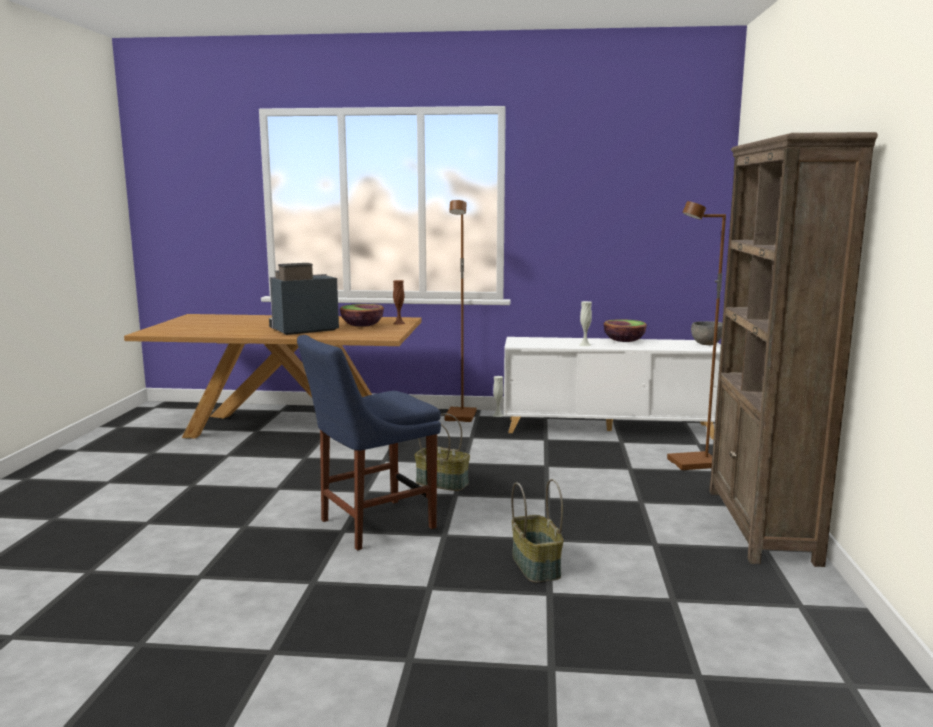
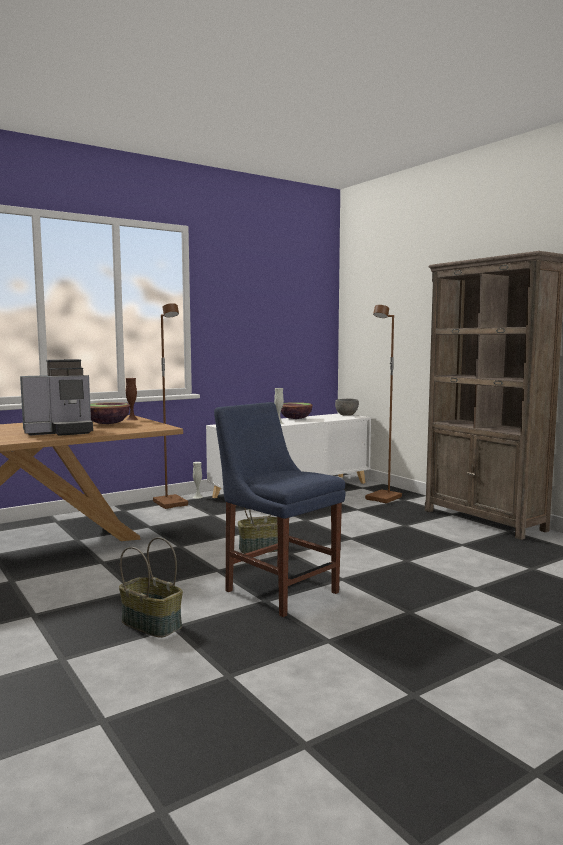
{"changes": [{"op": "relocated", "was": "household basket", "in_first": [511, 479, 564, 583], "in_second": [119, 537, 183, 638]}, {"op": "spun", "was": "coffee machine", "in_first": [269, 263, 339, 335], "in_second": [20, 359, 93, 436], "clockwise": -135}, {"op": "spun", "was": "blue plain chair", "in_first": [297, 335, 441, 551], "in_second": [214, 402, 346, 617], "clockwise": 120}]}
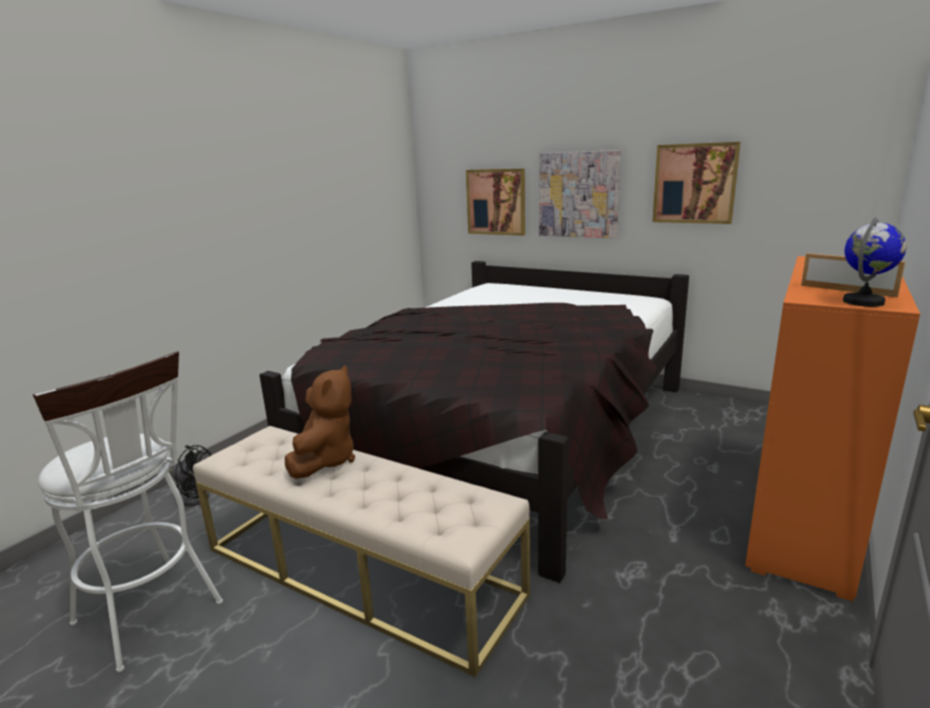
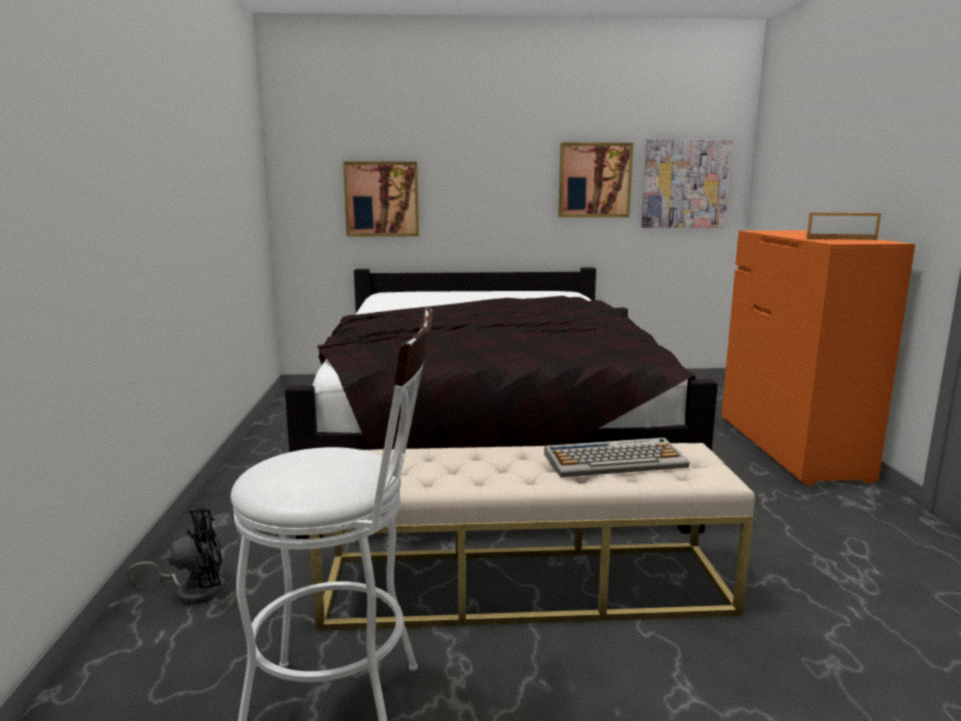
{"changes": [{"op": "missing", "was": "brownish cuddly toy", "in_first": [285, 365, 355, 479]}, {"op": "missing", "was": "globe", "in_first": [843, 217, 907, 307]}, {"op": "appeared", "now": "computer keyboard", "in_second": [544, 438, 689, 477]}, {"op": "relocated", "was": "picture", "in_first": [539, 150, 621, 238], "in_second": [641, 139, 733, 228]}]}
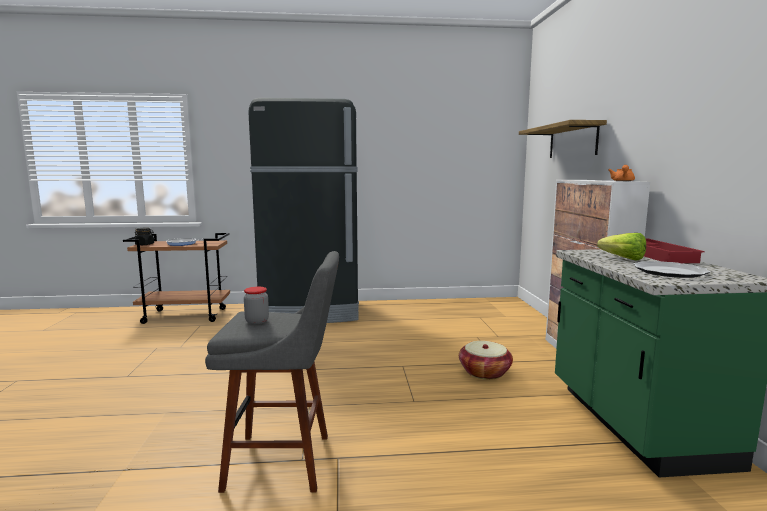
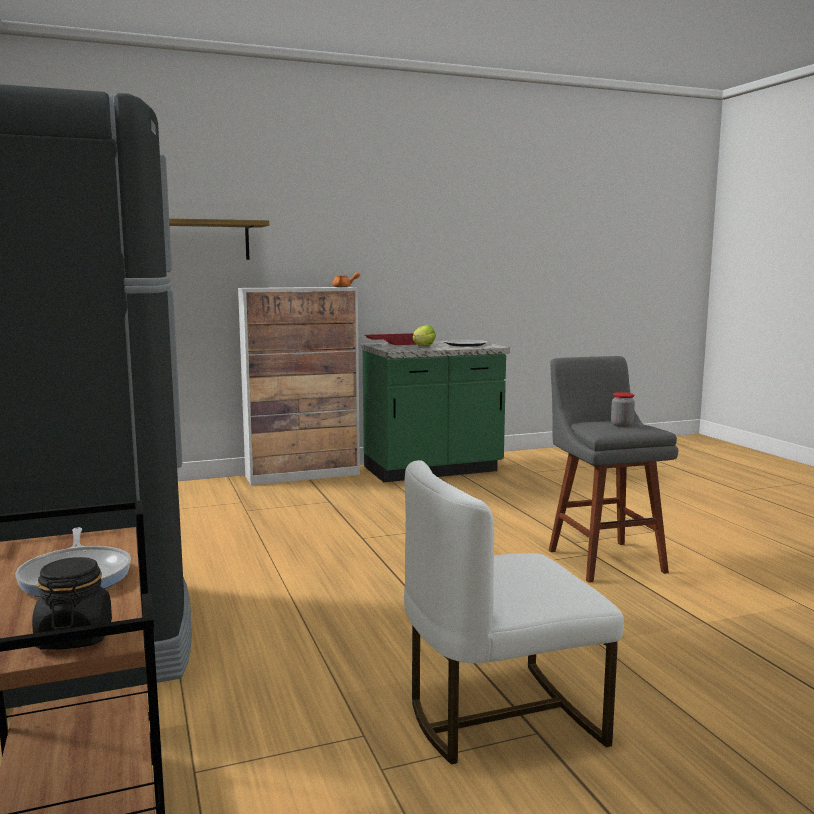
{"changes": [{"op": "missing", "was": "household basket", "in_first": [459, 341, 513, 380]}, {"op": "appeared", "now": "whitish plain chair", "in_second": [404, 460, 624, 764]}]}
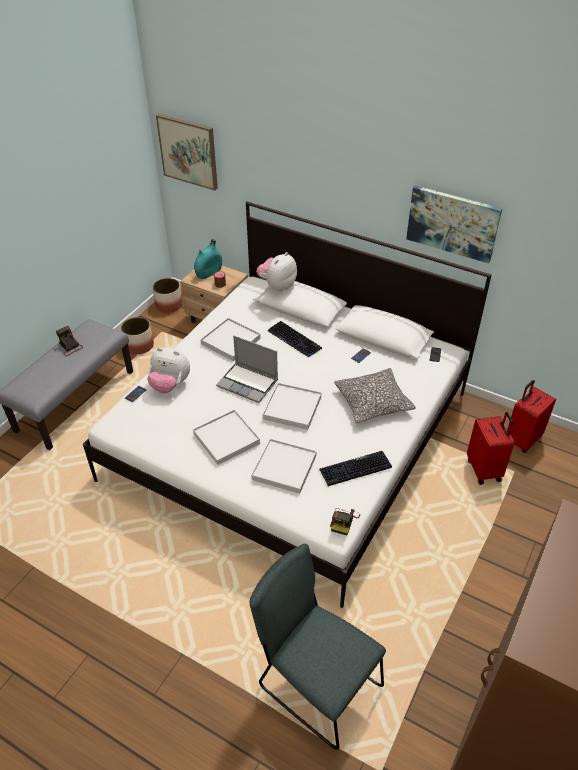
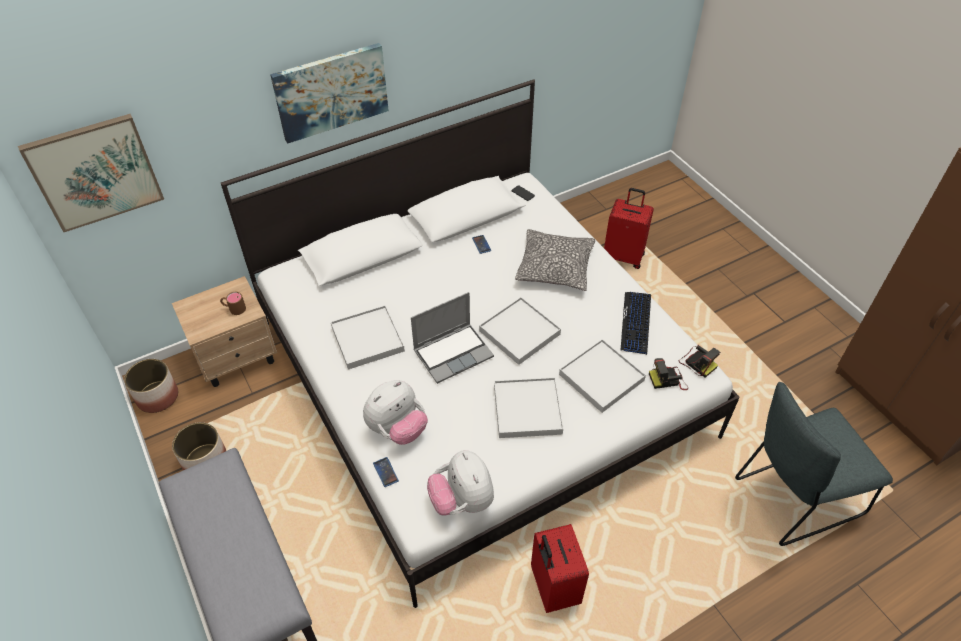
{"changes": [{"op": "missing", "was": "blue-green decorative vase", "in_first": [194, 239, 222, 279]}, {"op": "missing", "was": "computer keyboard", "in_first": [267, 321, 322, 357]}, {"op": "relocated", "was": "still camera", "in_first": [56, 326, 83, 357], "in_second": [649, 358, 688, 390]}, {"op": "relocated", "was": "cuddly toy", "in_first": [256, 252, 297, 292], "in_second": [427, 450, 494, 516]}, {"op": "relocated", "was": "picture", "in_first": [406, 186, 502, 264], "in_second": [270, 43, 389, 144]}, {"op": "relocated", "was": "red piece of luggage", "in_first": [507, 380, 556, 453], "in_second": [531, 524, 589, 613]}]}
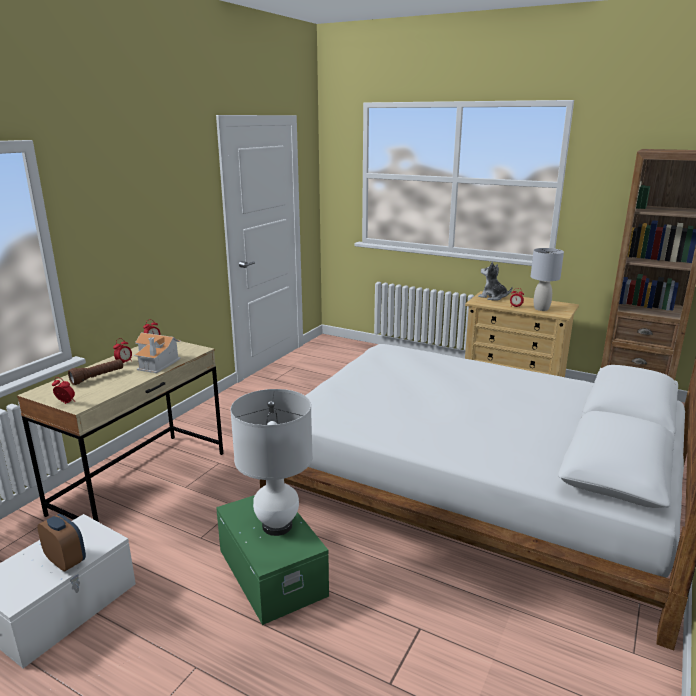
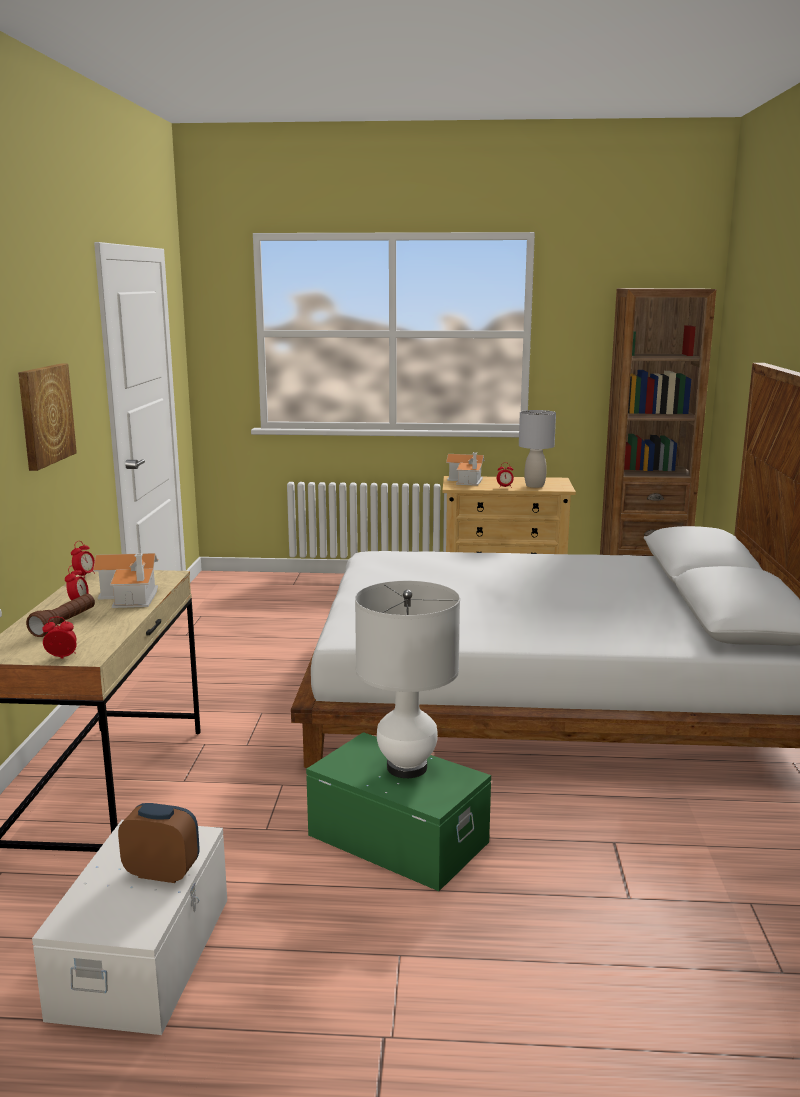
{"changes": [{"op": "appeared", "now": "picture", "in_second": [18, 364, 77, 471]}, {"op": "exchanged", "was": "cuddly toy", "now": "toy house", "in_first": [478, 262, 512, 301], "in_second": [446, 452, 485, 486]}]}
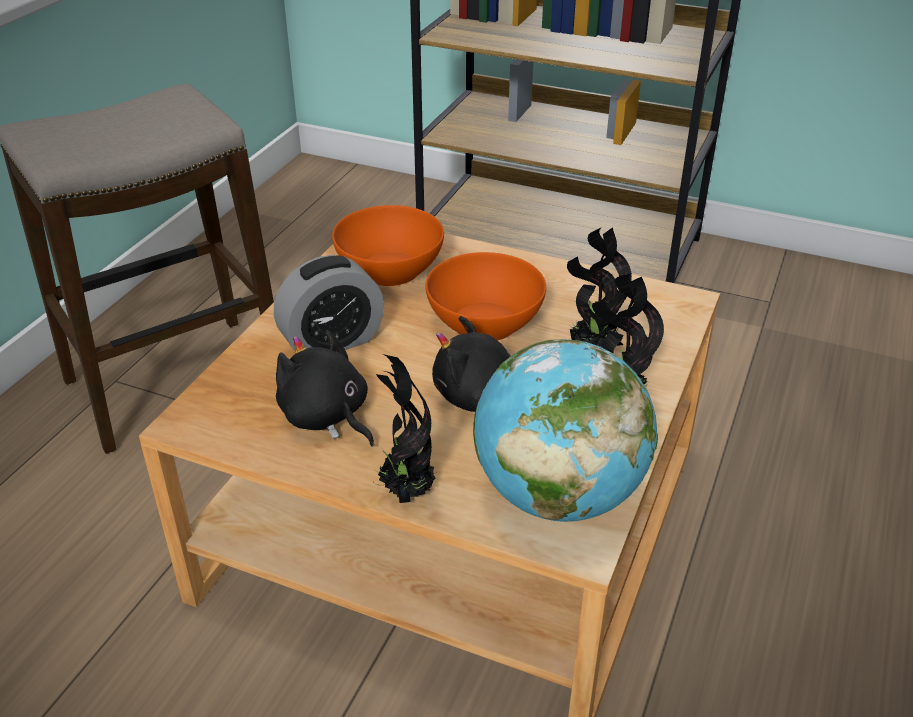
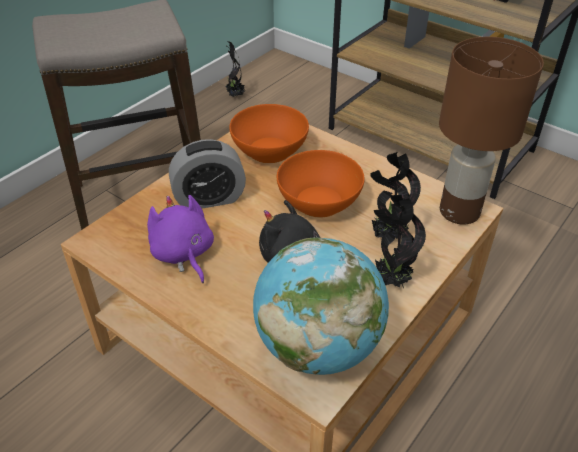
{"changes": [{"op": "appeared", "now": "brownish table lamp", "in_second": [439, 37, 544, 225]}, {"op": "relocated", "was": "houseplant", "in_first": [375, 354, 436, 503], "in_second": [225, 41, 245, 97]}, {"op": "colour", "was": "black-coloured cuddly toy", "now": "purple-coloured cuddly toy", "in_first": [276, 330, 374, 447], "in_second": [147, 195, 214, 283]}]}
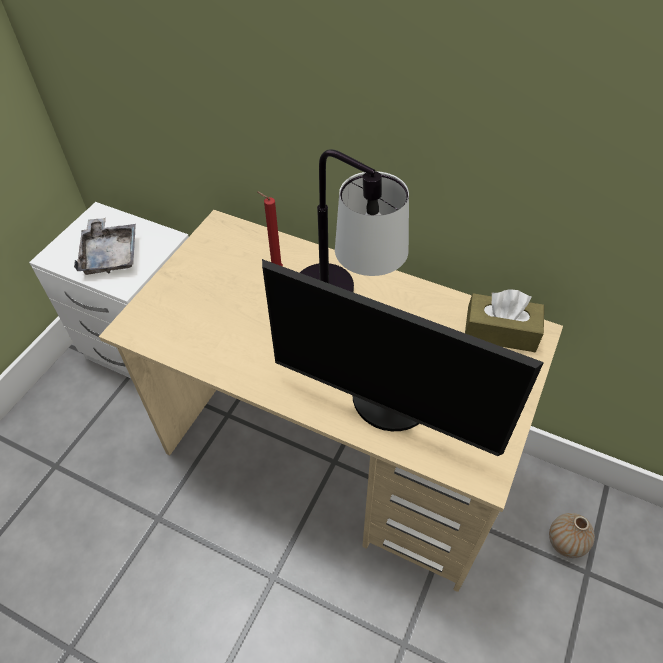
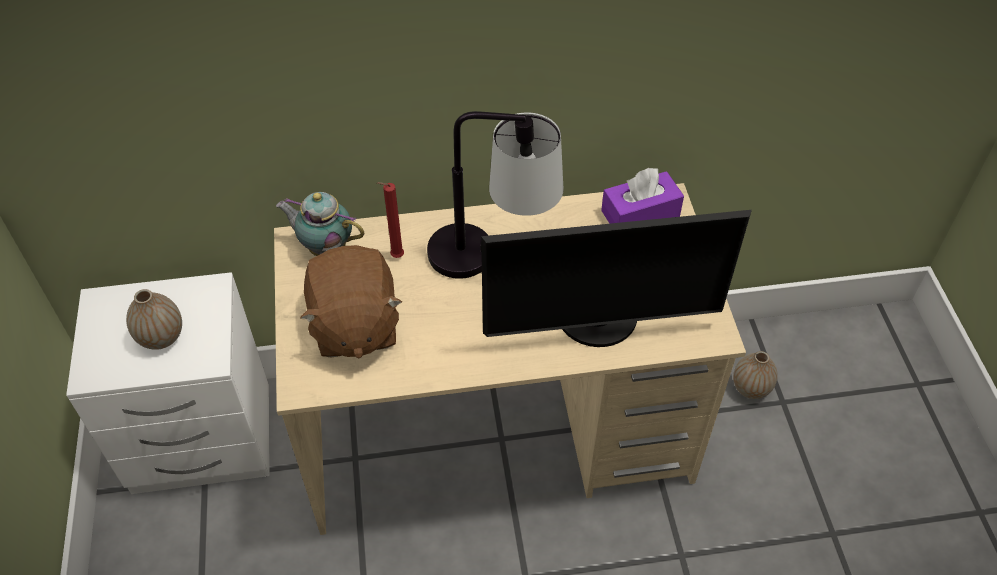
{"changes": [{"op": "appeared", "now": "pot for tea", "in_second": [276, 192, 364, 256]}, {"op": "appeared", "now": "brownish cuddly toy", "in_second": [300, 245, 402, 359]}, {"op": "exchanged", "was": "gray tray", "now": "decorative vase", "in_first": [74, 218, 136, 275], "in_second": [126, 289, 182, 350]}, {"op": "colour", "was": "brownish tissue box", "now": "purple-coloured tissue box", "in_first": [465, 289, 544, 352], "in_second": [601, 168, 684, 224]}]}
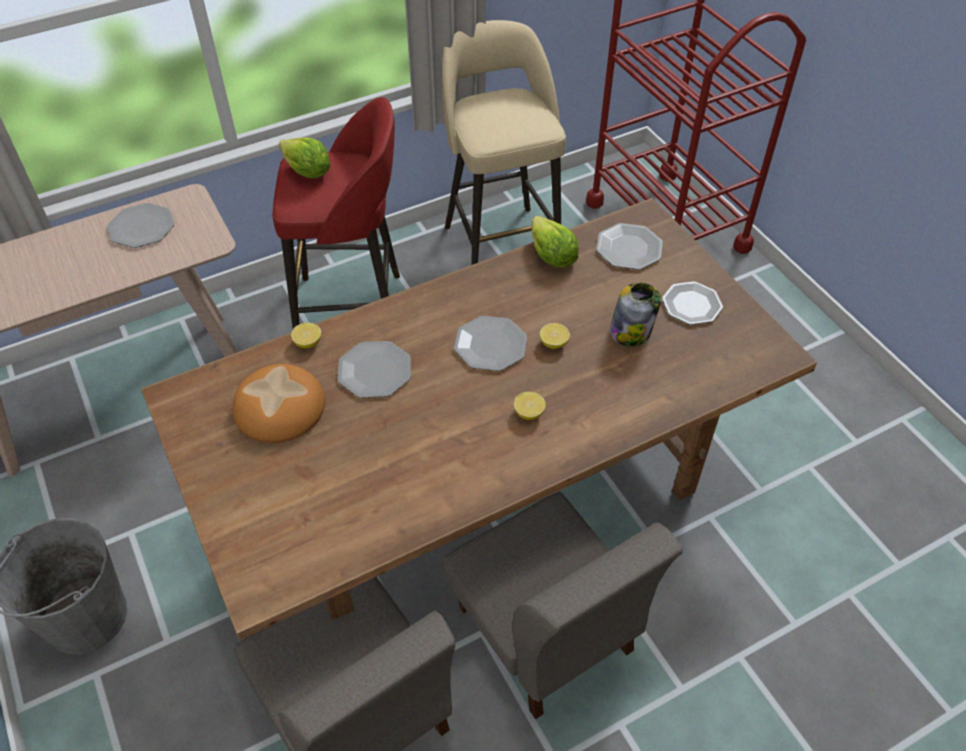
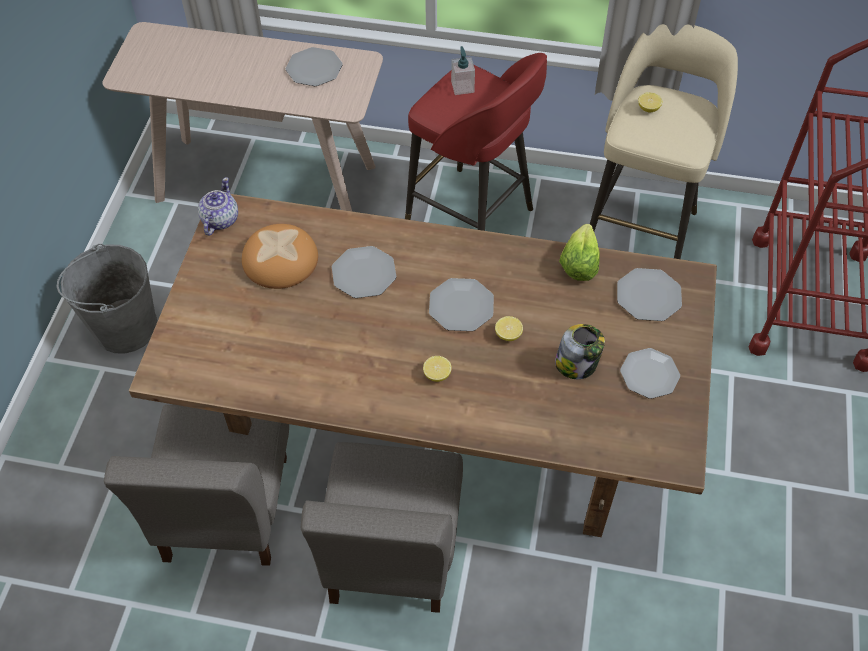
{"changes": [{"op": "appeared", "now": "pot for tea", "in_second": [198, 177, 238, 236]}, {"op": "relocated", "was": "lemon", "in_first": [291, 323, 321, 348], "in_second": [638, 92, 662, 112]}, {"op": "exchanged", "was": "lettuce", "now": "liquid soap bottle", "in_first": [279, 137, 331, 178], "in_second": [451, 46, 475, 95]}]}
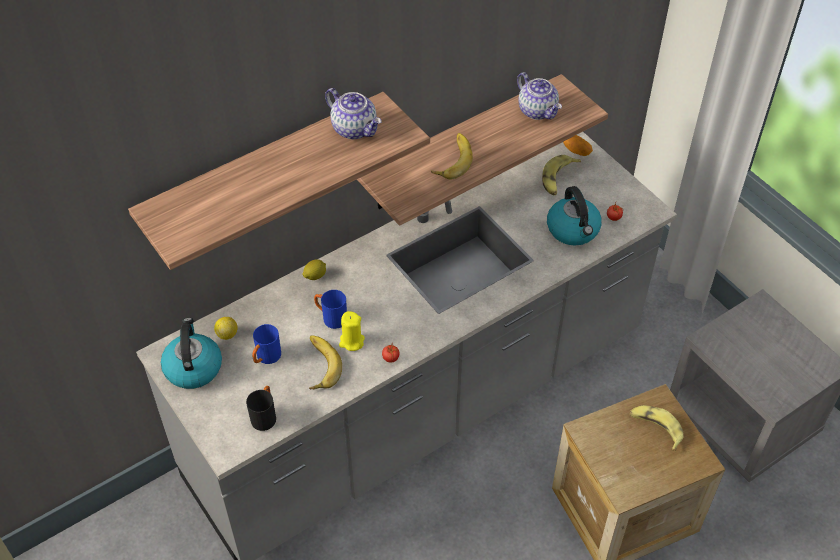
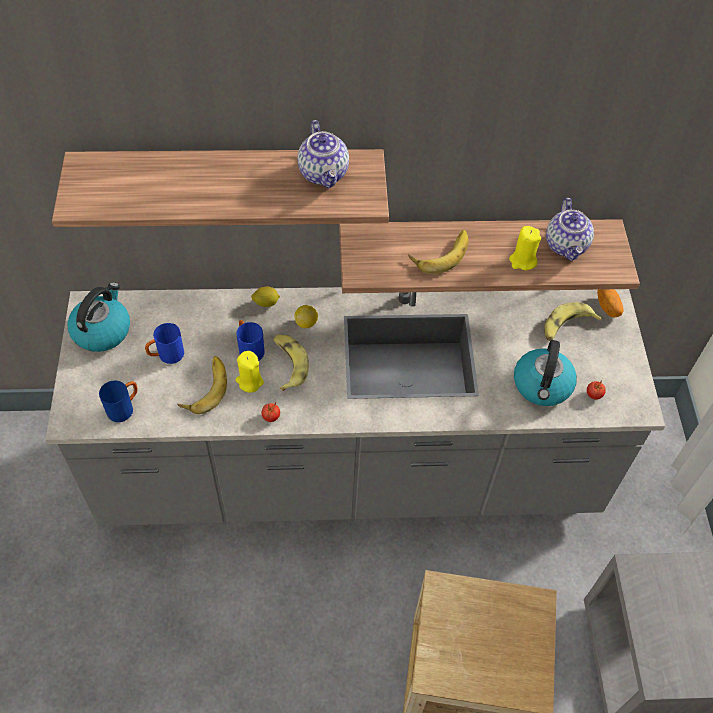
{"changes": [{"op": "appeared", "now": "yellow-coloured candle", "in_second": [509, 226, 541, 270]}, {"op": "relocated", "was": "lemon", "in_first": [214, 317, 238, 340], "in_second": [295, 305, 318, 328]}, {"op": "relocated", "was": "banana fruit", "in_first": [630, 405, 684, 451], "in_second": [273, 334, 309, 391]}, {"op": "colour", "was": "black-coloured tea mug", "now": "blue tea mug", "in_first": [246, 386, 276, 431], "in_second": [99, 380, 138, 422]}]}
